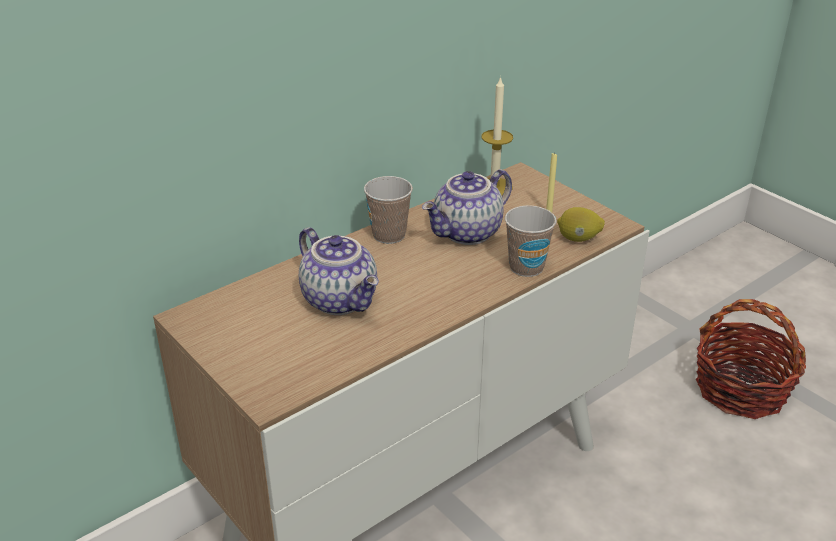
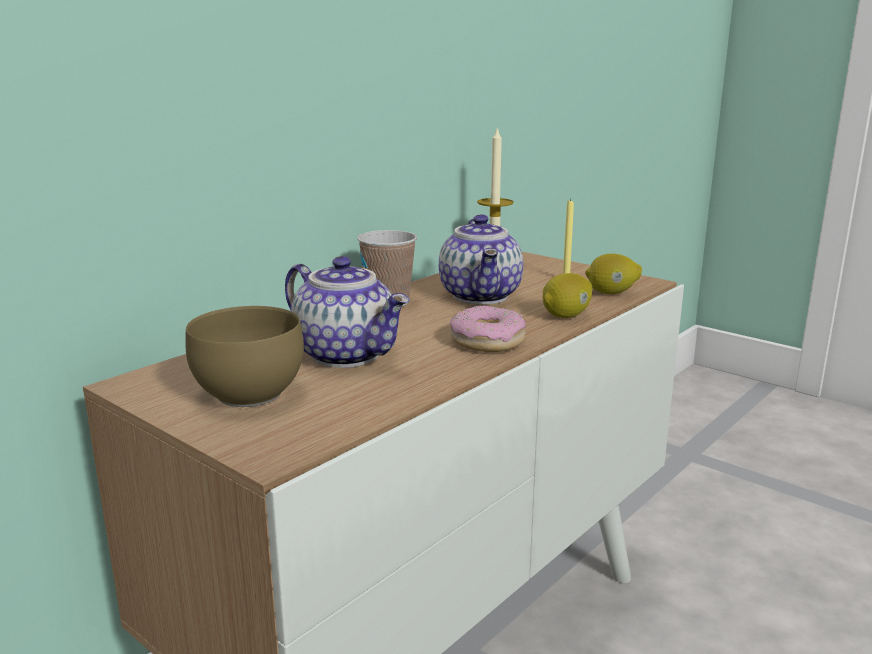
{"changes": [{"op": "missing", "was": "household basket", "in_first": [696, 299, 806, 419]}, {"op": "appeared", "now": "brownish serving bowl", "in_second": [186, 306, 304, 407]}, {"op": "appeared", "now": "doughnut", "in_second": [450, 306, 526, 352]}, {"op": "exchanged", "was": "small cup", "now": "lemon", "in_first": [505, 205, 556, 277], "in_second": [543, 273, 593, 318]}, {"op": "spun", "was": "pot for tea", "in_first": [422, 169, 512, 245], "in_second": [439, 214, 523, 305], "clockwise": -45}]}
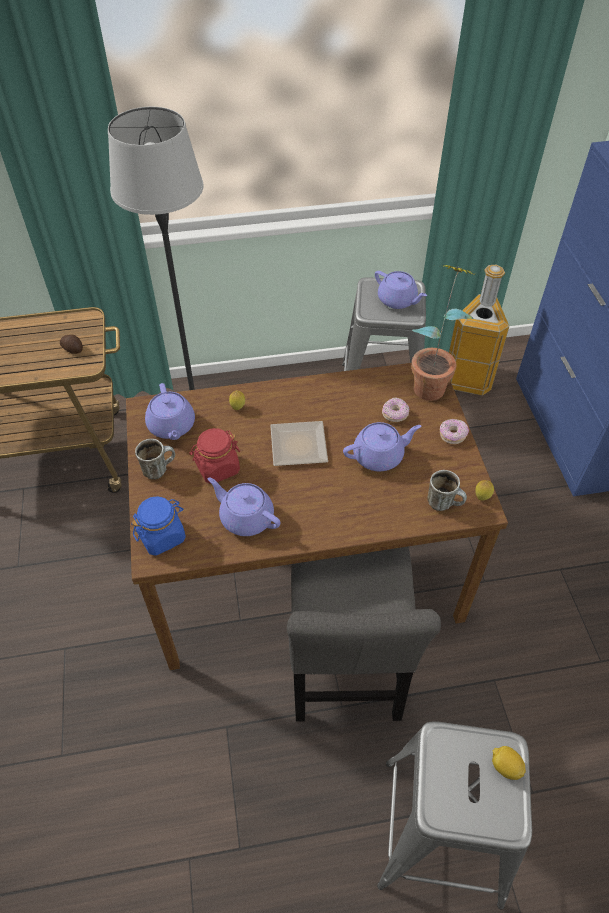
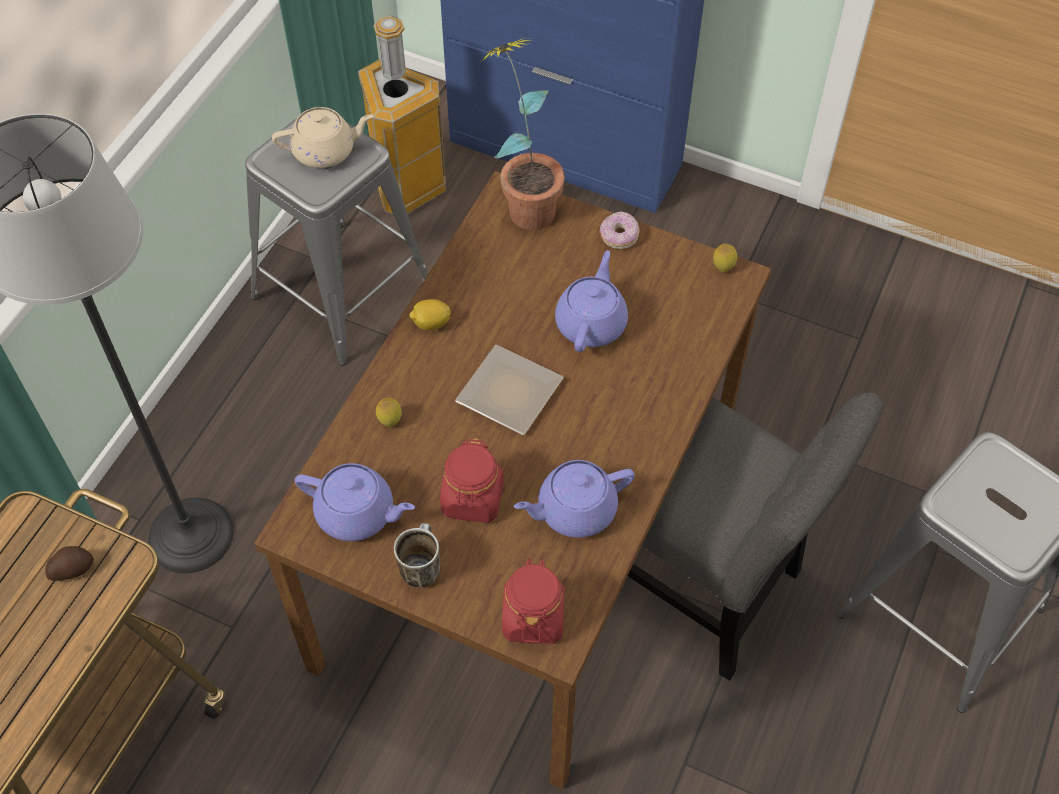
{"changes": [{"op": "missing", "was": "doughnut", "in_first": [382, 398, 409, 422]}, {"op": "missing", "was": "tea mug", "in_first": [427, 470, 467, 511]}, {"op": "relocated", "was": "lemon", "in_first": [492, 746, 526, 780], "in_second": [410, 299, 451, 330]}, {"op": "colour", "was": "blue storage jar", "now": "red storage jar", "in_first": [131, 496, 186, 556], "in_second": [502, 558, 565, 644]}, {"op": "colour", "was": "purple-coloured pot for tea", "now": "beige pot for tea", "in_first": [375, 271, 427, 309], "in_second": [272, 107, 373, 168]}]}
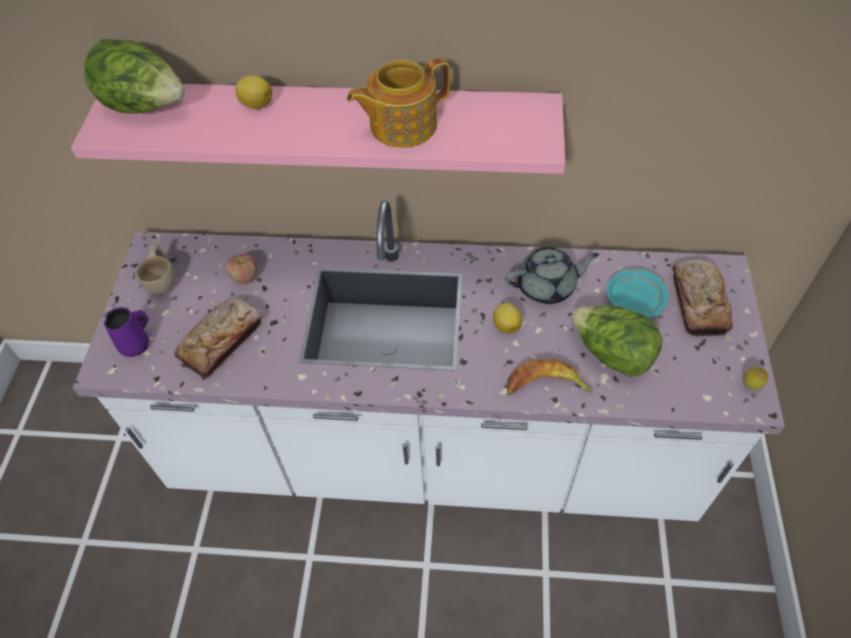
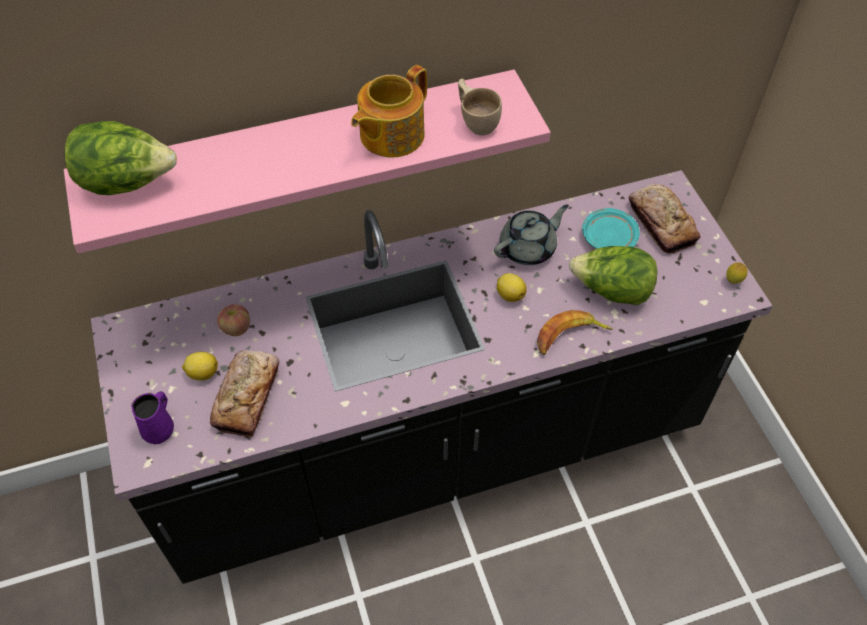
{"changes": [{"op": "relocated", "was": "beige small cup", "in_first": [136, 244, 175, 295], "in_second": [458, 79, 502, 135]}, {"op": "relocated", "was": "lemon", "in_first": [235, 75, 272, 109], "in_second": [182, 352, 218, 381]}, {"op": "colour", "was": "whitish counter", "now": "black-coloured counter", "in_first": [73, 200, 785, 521], "in_second": [91, 170, 773, 584]}]}
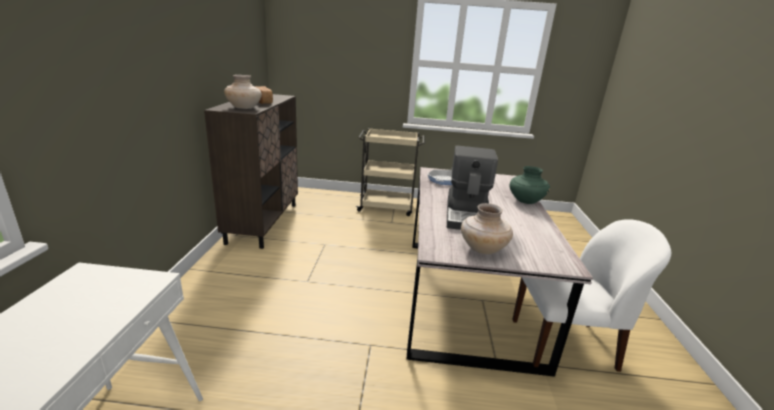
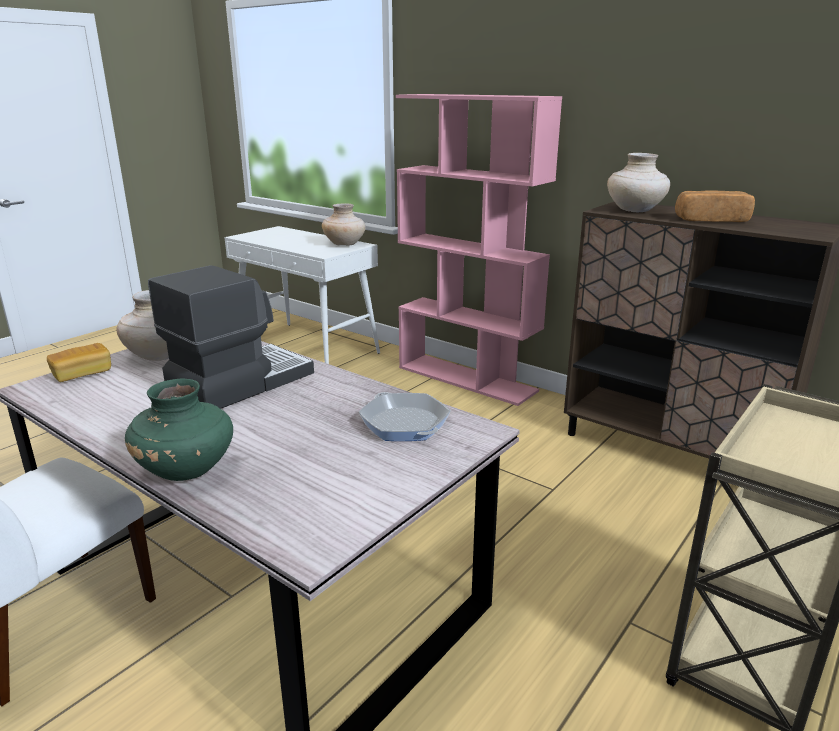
{"changes": [{"op": "appeared", "now": "bakery bread", "in_second": [47, 343, 111, 382]}, {"op": "appeared", "now": "beige decorative vase", "in_second": [322, 204, 366, 246]}, {"op": "appeared", "now": "pink-coloured bookcase", "in_second": [396, 94, 562, 406]}, {"op": "spun", "was": "coffee machine", "in_first": [447, 146, 498, 230], "in_second": [148, 265, 314, 409], "clockwise": 90}]}
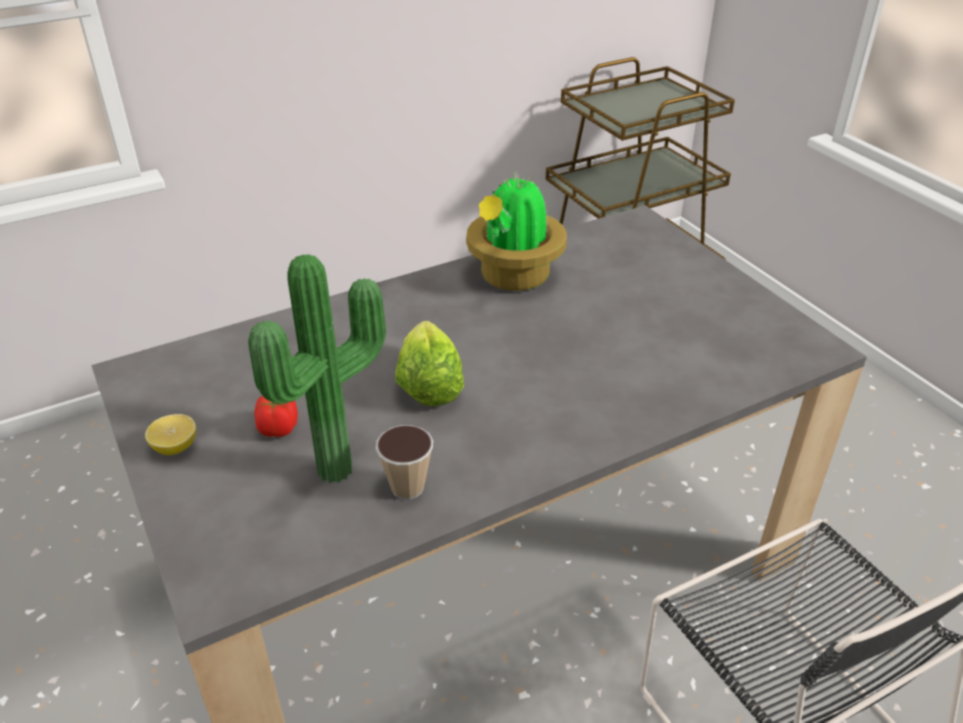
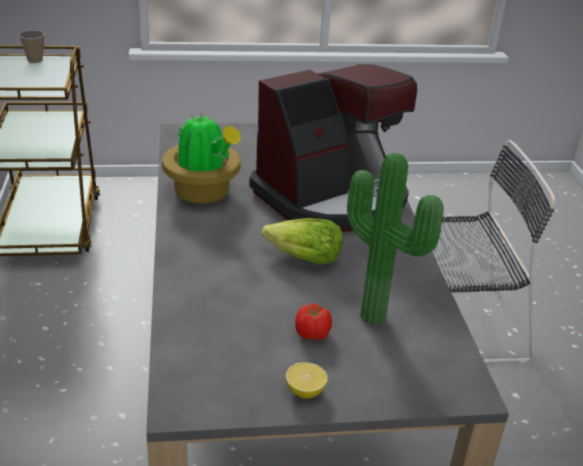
{"changes": [{"op": "appeared", "now": "coffee machine", "in_second": [249, 64, 417, 232]}, {"op": "relocated", "was": "small cup", "in_first": [375, 425, 433, 500], "in_second": [19, 30, 45, 63]}]}
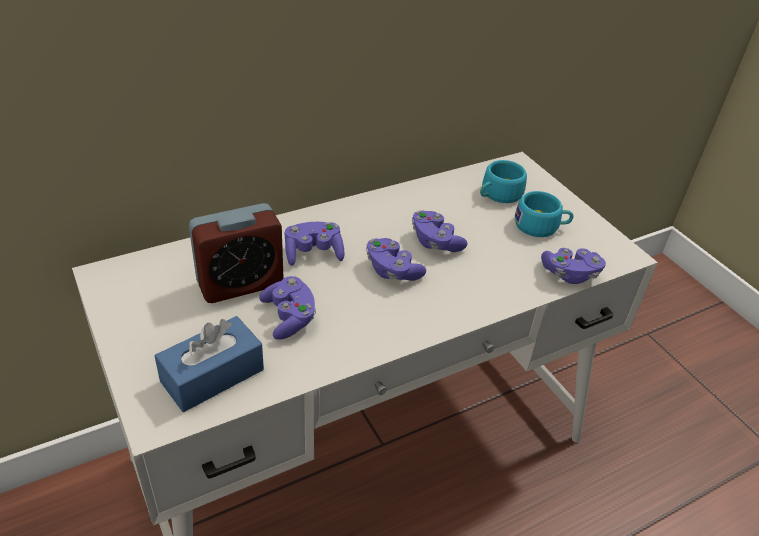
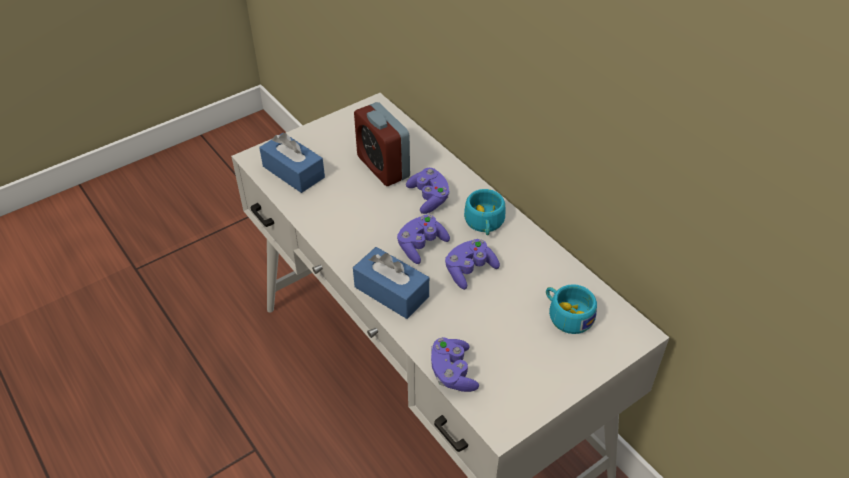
{"changes": [{"op": "missing", "was": "purple-coloured joypad", "in_first": [259, 276, 316, 340]}, {"op": "appeared", "now": "blue tissue box", "in_second": [353, 247, 429, 319]}, {"op": "relocated", "was": "blue-green small cup", "in_first": [515, 191, 574, 237], "in_second": [464, 189, 505, 235]}]}
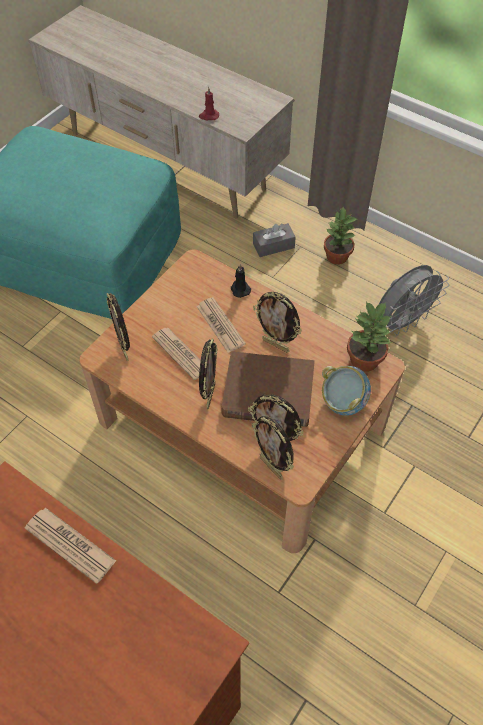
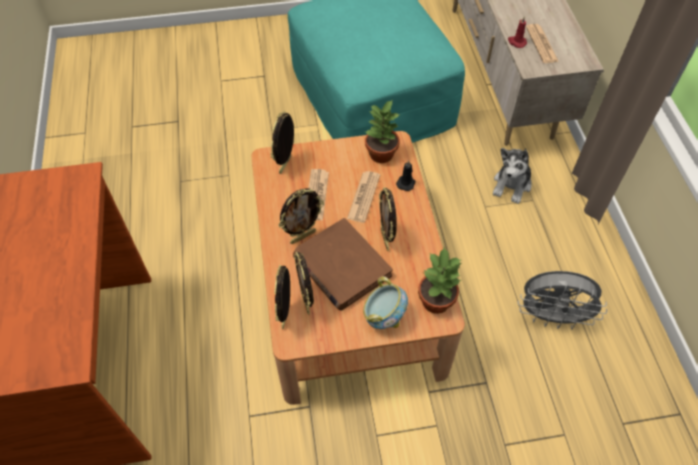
{"changes": [{"op": "relocated", "was": "printed paper", "in_first": [25, 508, 116, 584], "in_second": [526, 24, 559, 63]}, {"op": "relocated", "was": "houseplant", "in_first": [324, 207, 357, 265], "in_second": [365, 100, 400, 163]}, {"op": "exchanged", "was": "gray tissue box", "now": "cuddly toy", "in_first": [253, 223, 296, 257], "in_second": [493, 148, 531, 204]}]}
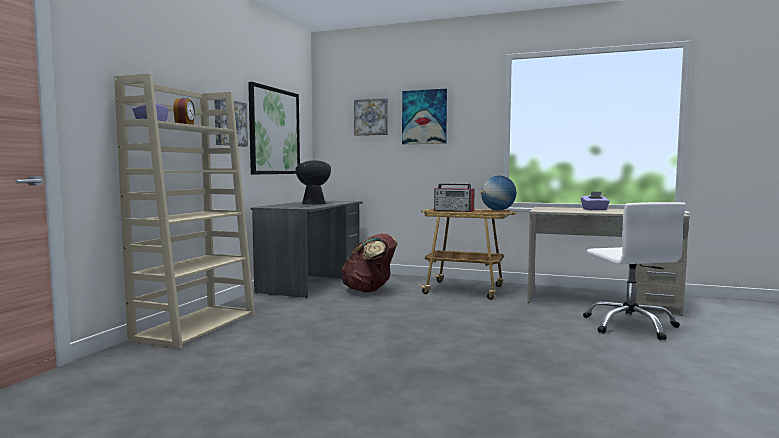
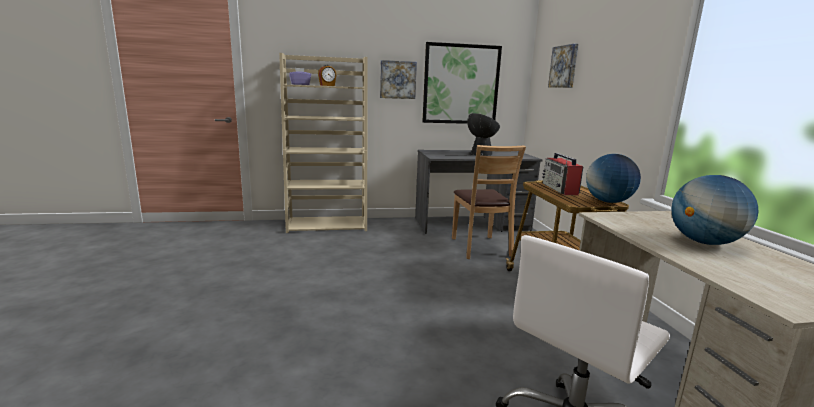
{"changes": [{"op": "missing", "was": "picture", "in_first": [402, 89, 447, 144]}, {"op": "exchanged", "was": "brownish backpack", "now": "brownish plain chair", "in_first": [341, 233, 398, 293], "in_second": [452, 145, 526, 259]}, {"op": "exchanged", "was": "purple-coloured tissue box", "now": "globe", "in_first": [581, 191, 610, 210], "in_second": [672, 175, 758, 245]}]}
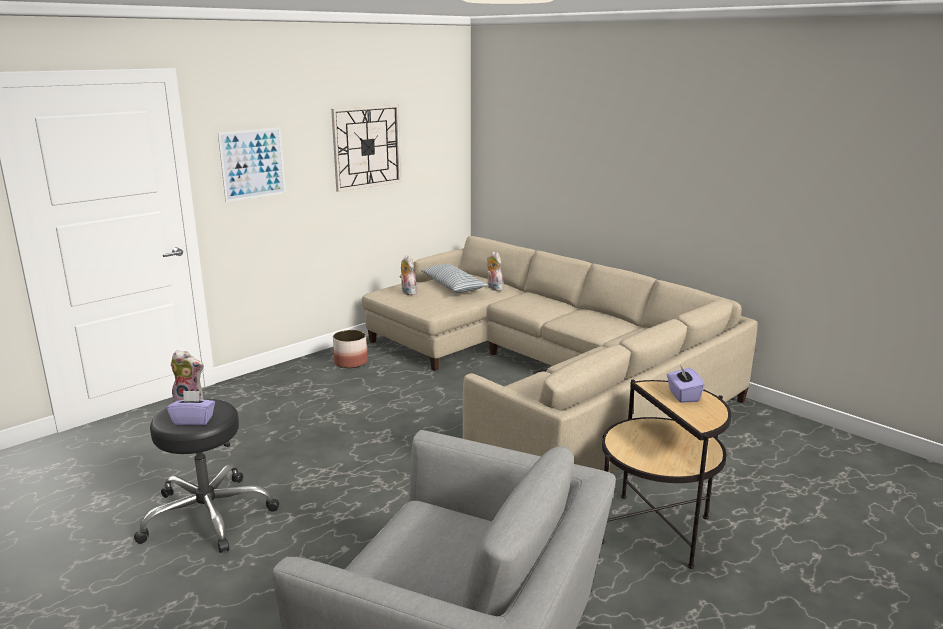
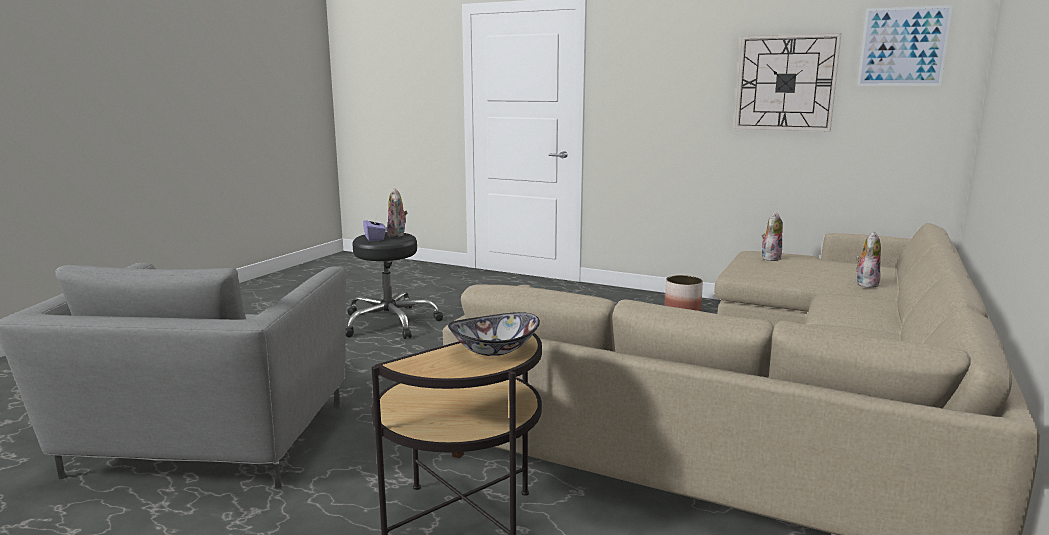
{"changes": [{"op": "missing", "was": "throw pillow", "in_first": [421, 264, 488, 293]}, {"op": "relocated", "was": "picture", "in_first": [218, 128, 286, 202], "in_second": [857, 5, 953, 86]}, {"op": "exchanged", "was": "purple-coloured tissue box", "now": "serving bowl", "in_first": [667, 365, 704, 403], "in_second": [448, 312, 540, 356]}]}
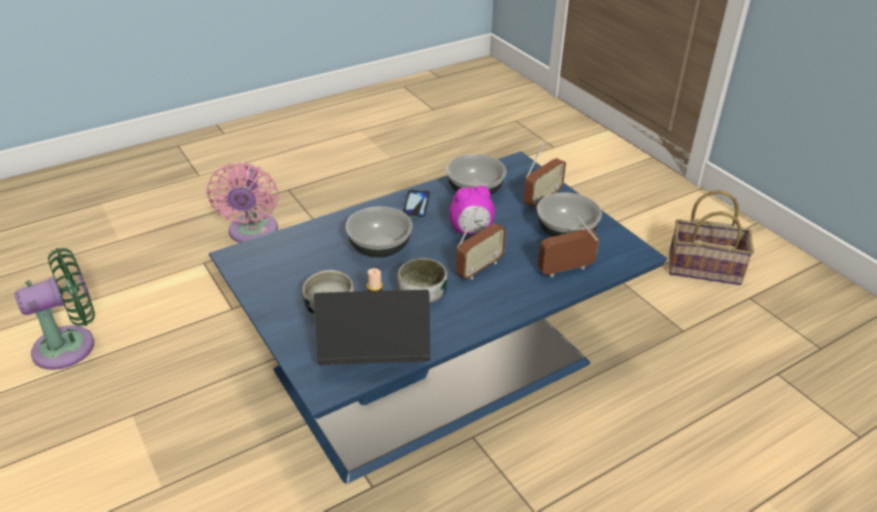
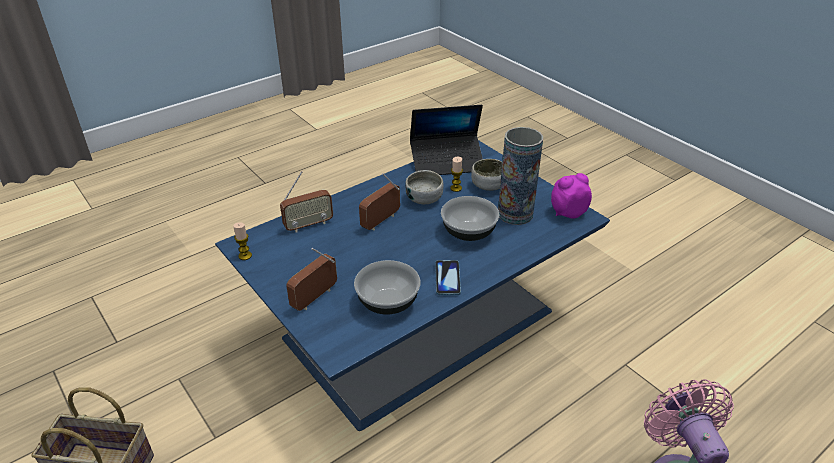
{"changes": [{"op": "missing", "was": "green electric fan", "in_first": [15, 248, 95, 370]}, {"op": "missing", "was": "serving bowl", "in_first": [537, 192, 602, 237]}, {"op": "appeared", "now": "candle", "in_second": [233, 222, 252, 260]}, {"op": "appeared", "now": "decorative vase", "in_second": [498, 127, 543, 225]}, {"op": "relocated", "was": "alarm clock", "in_first": [449, 186, 495, 235], "in_second": [551, 173, 592, 219]}]}
